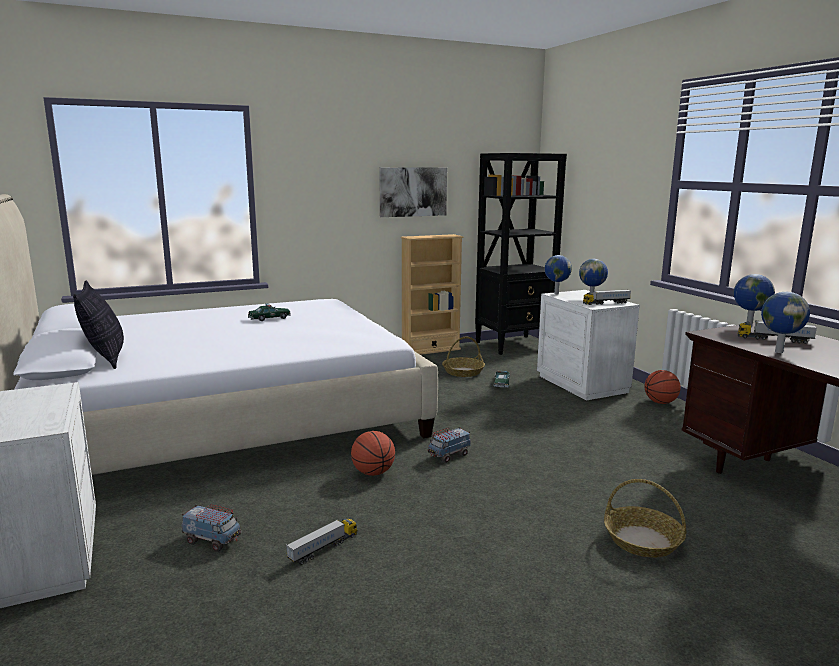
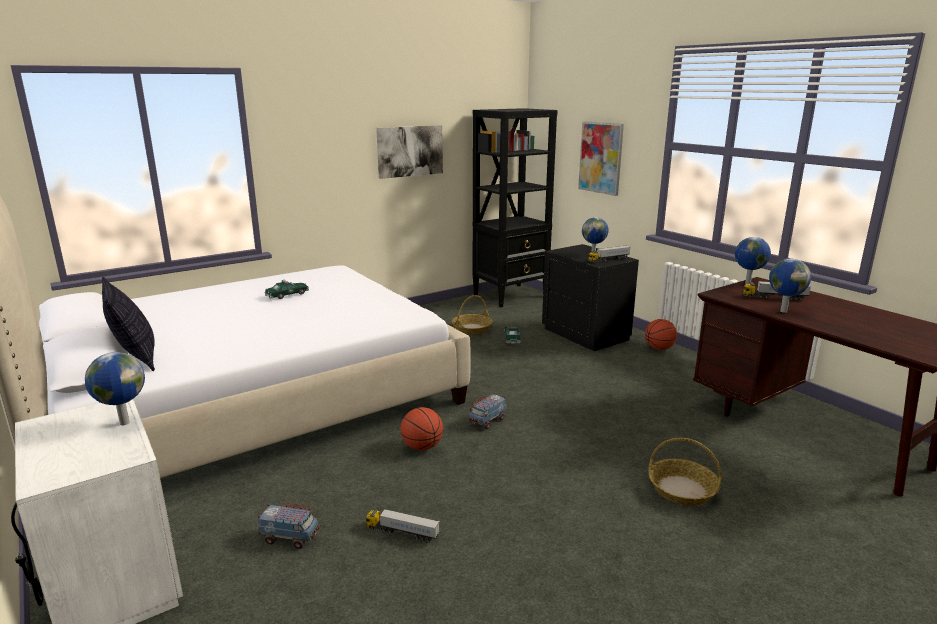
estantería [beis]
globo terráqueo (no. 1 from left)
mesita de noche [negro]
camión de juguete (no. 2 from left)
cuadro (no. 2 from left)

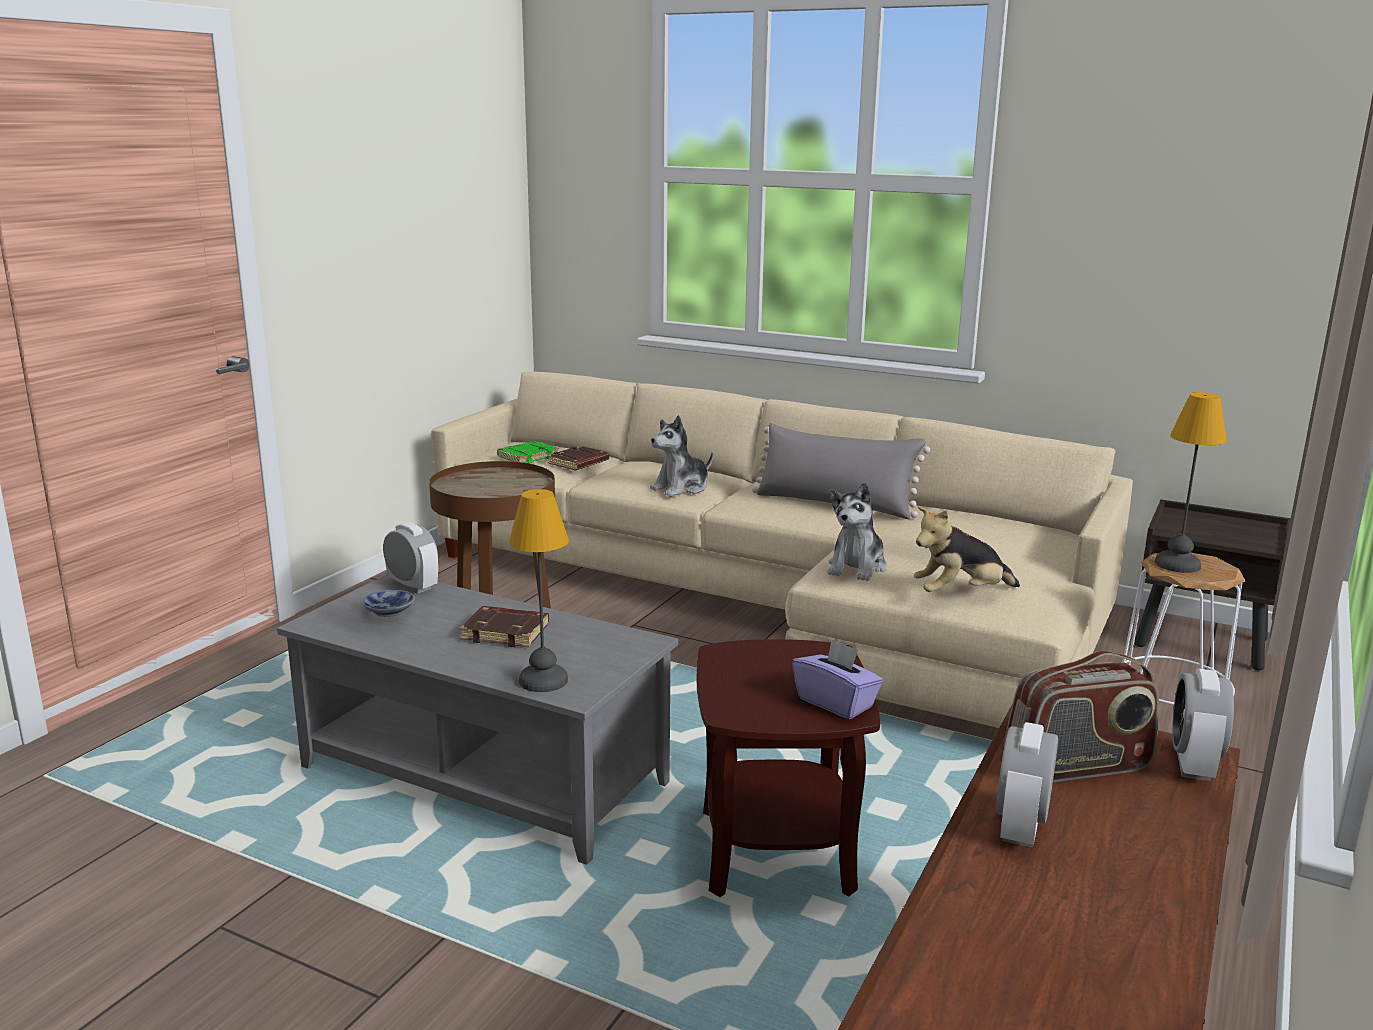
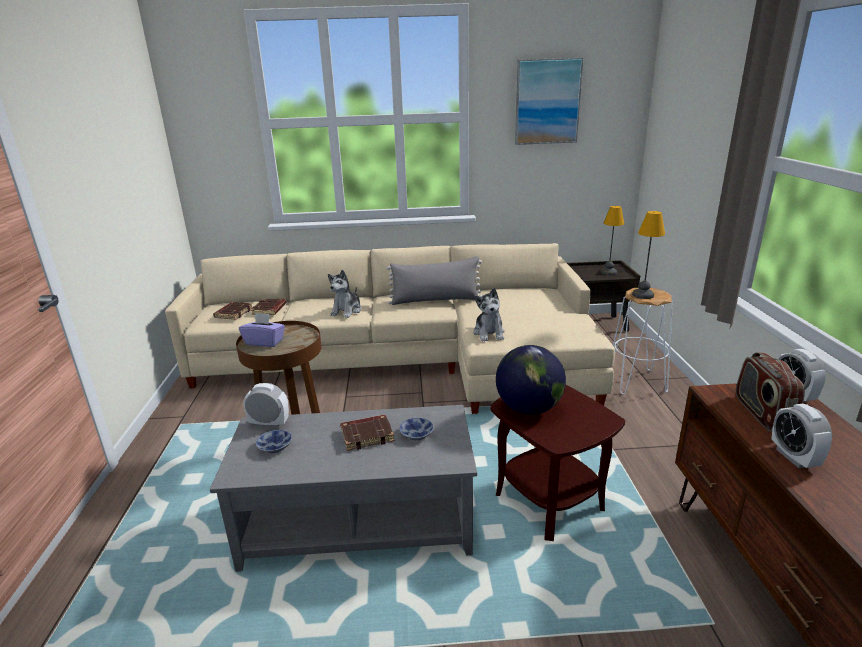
libro [marrón] (no. 1 from left)
lámpara de mesa (no. 1 from left)
peluche (no. 3 from left in the first image)
caja de pañuelos [morado]
radio
cuadro
globo terráqueo
cuenco (no. 2 from left)

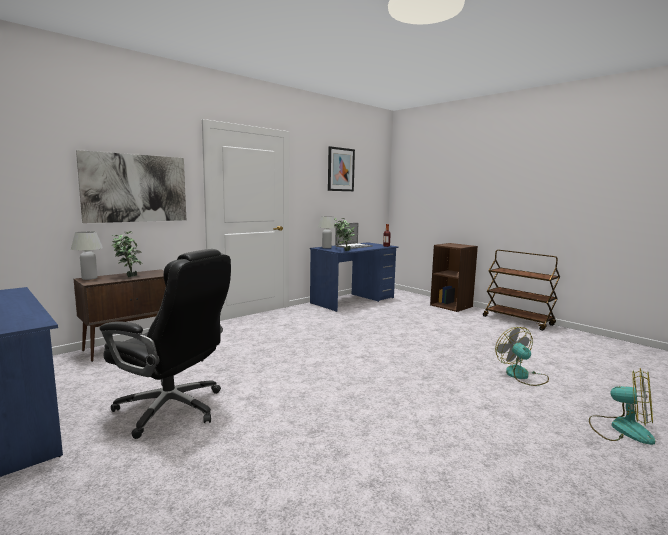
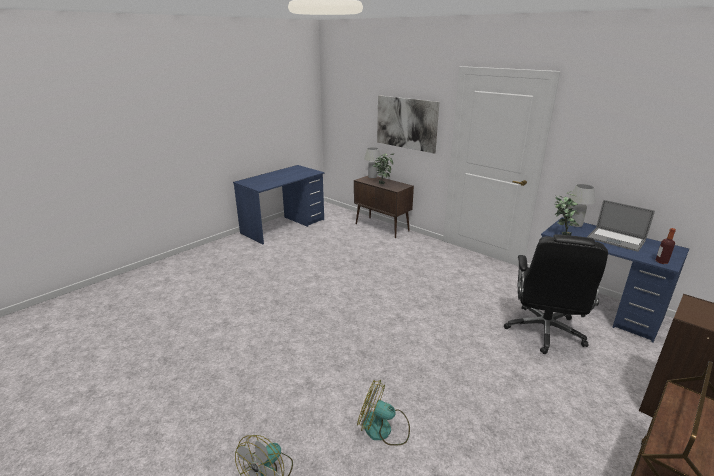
cuadro (no. 2 from left in the first image)
silla de oficina [negro]
ventilador (no. 2 from left)

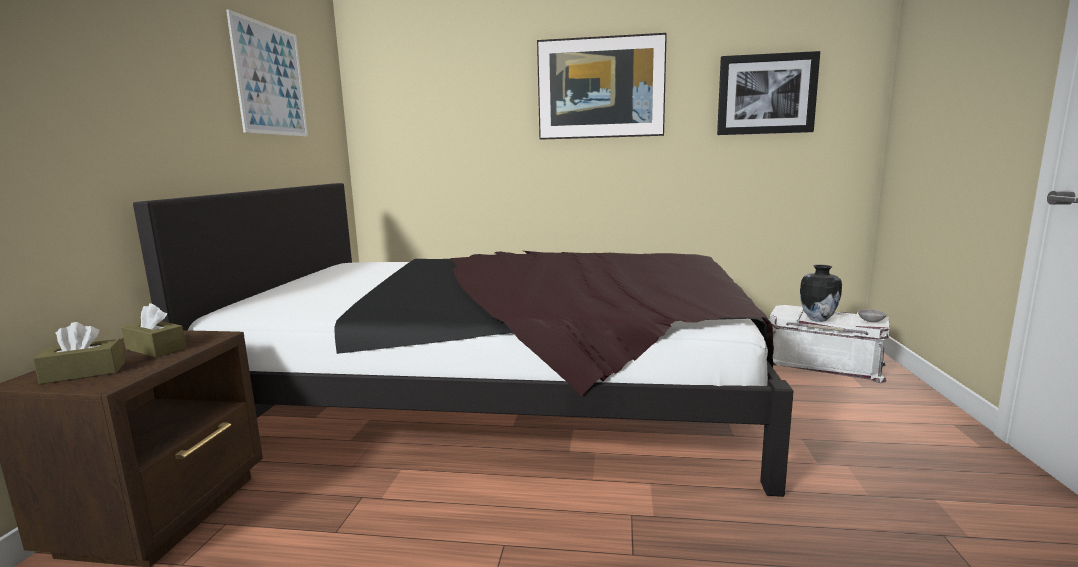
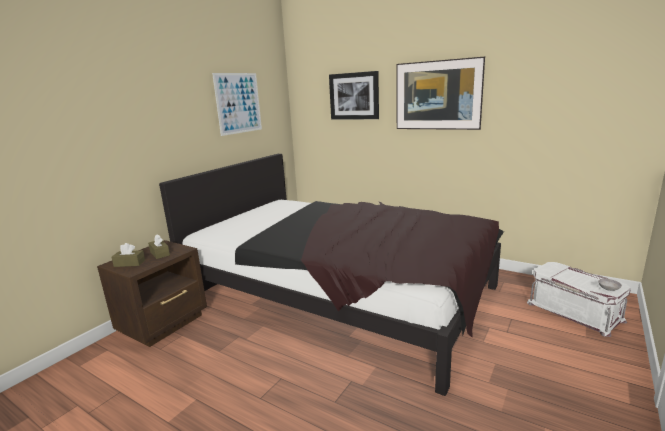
cuadro (no. 2 from left)
florero

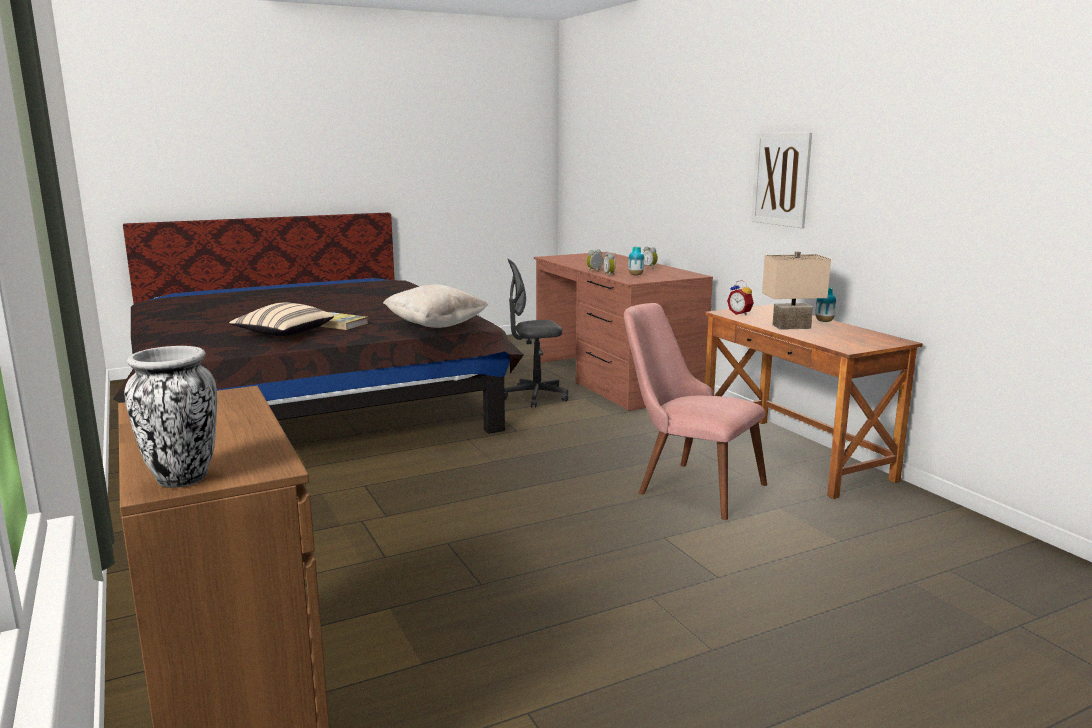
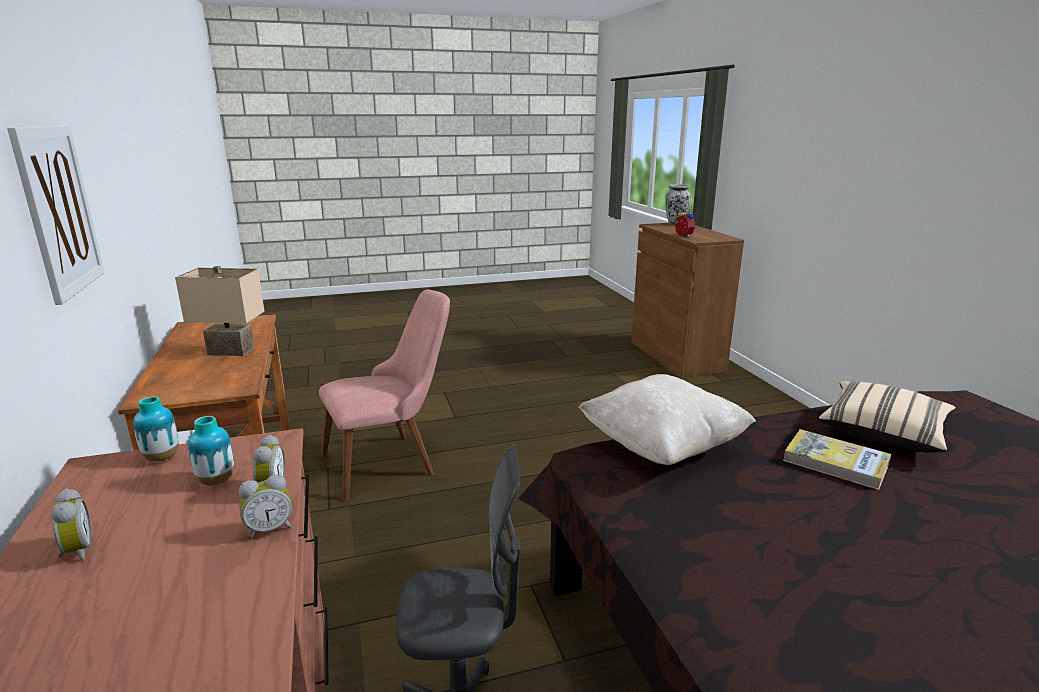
despertador (no. 4 from left)
florero (no. 1 from left)
silla [rosa]

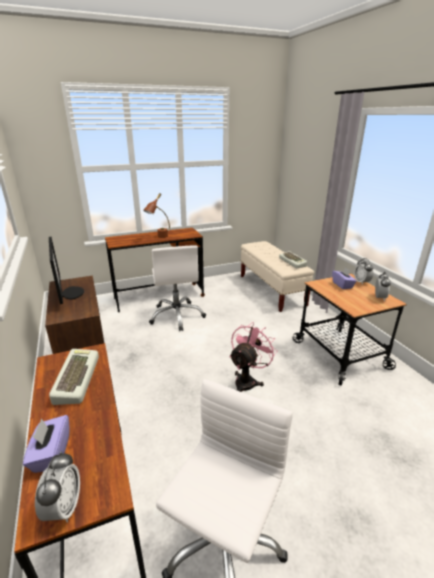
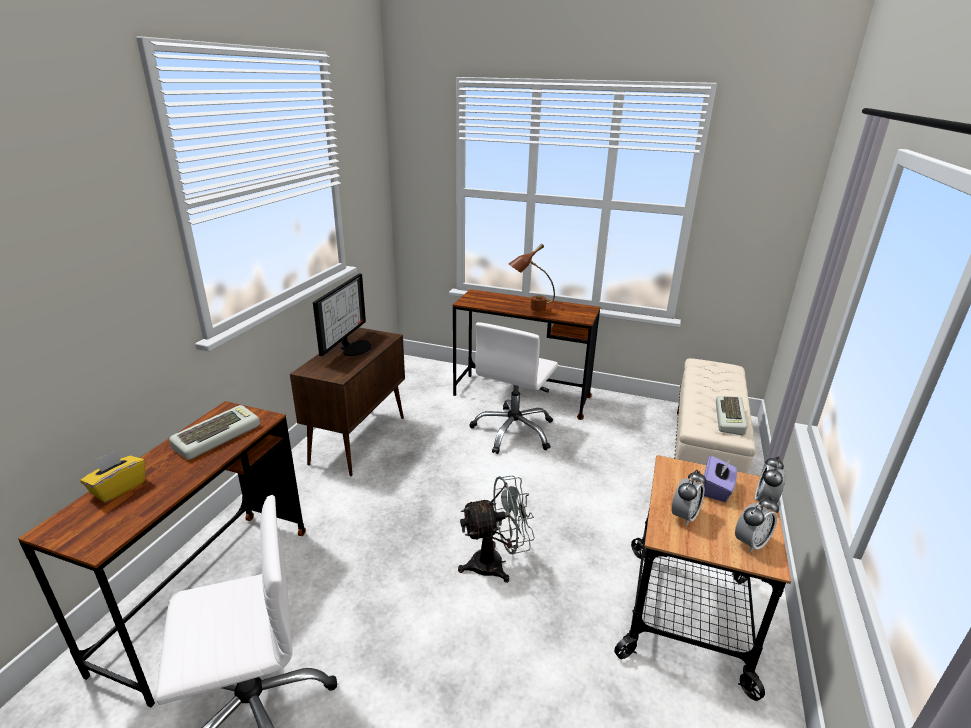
ventilador [gris]
caja de pañuelos [amarillo]
despertador (no. 1 from left)

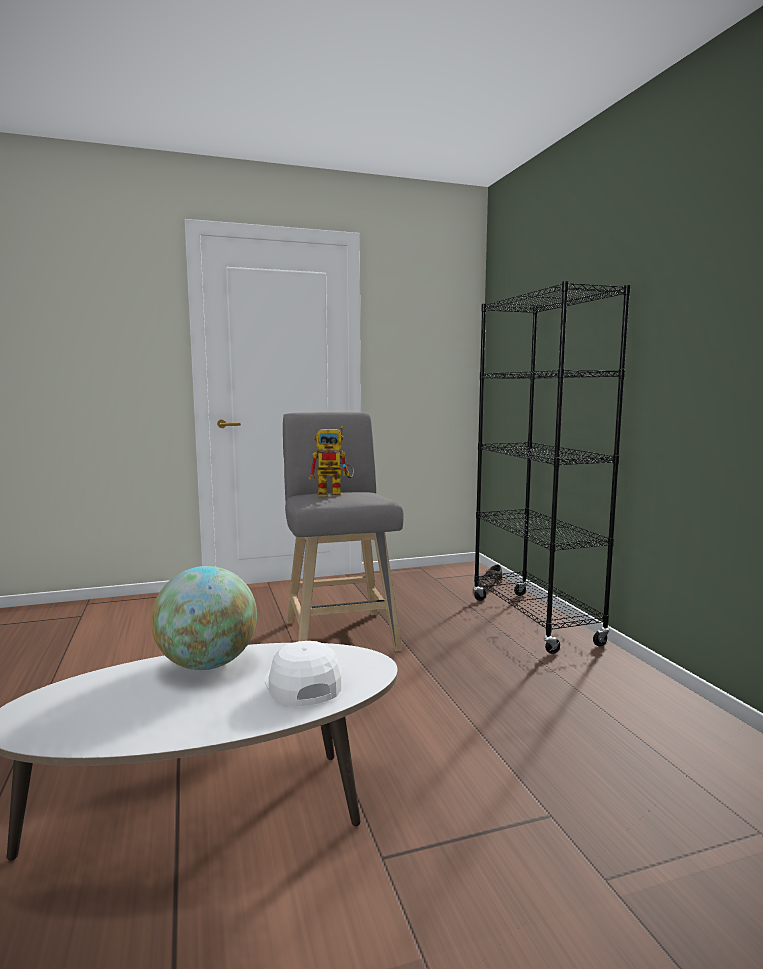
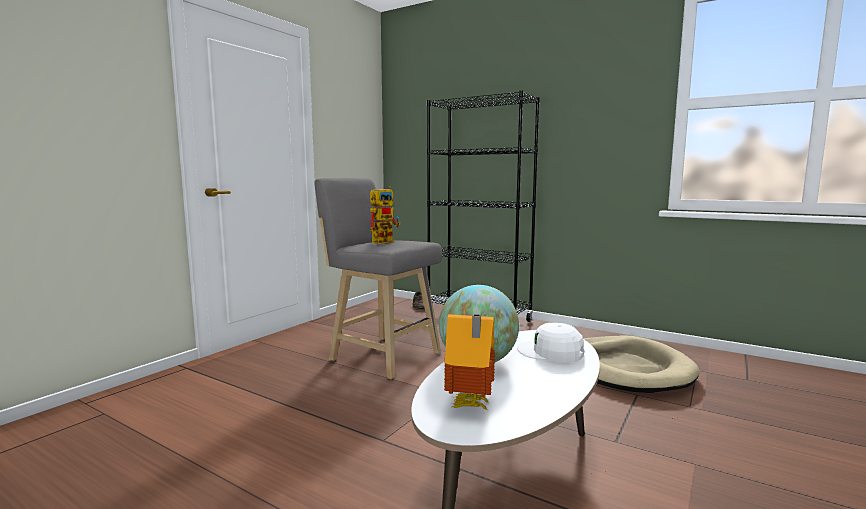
casita
cama para perro [beis]

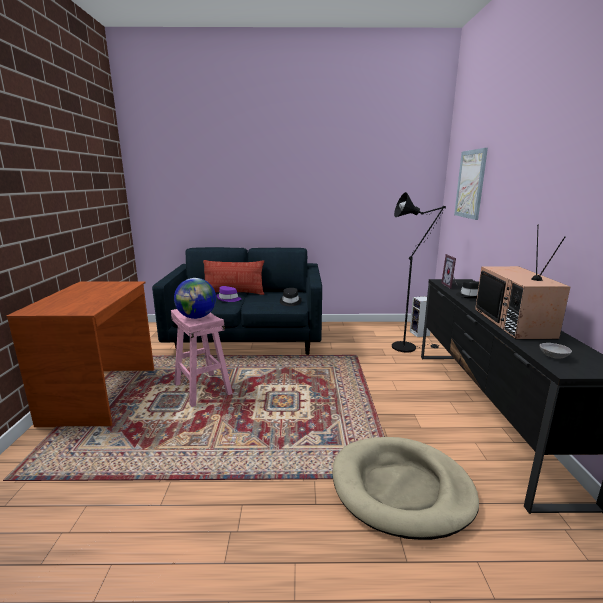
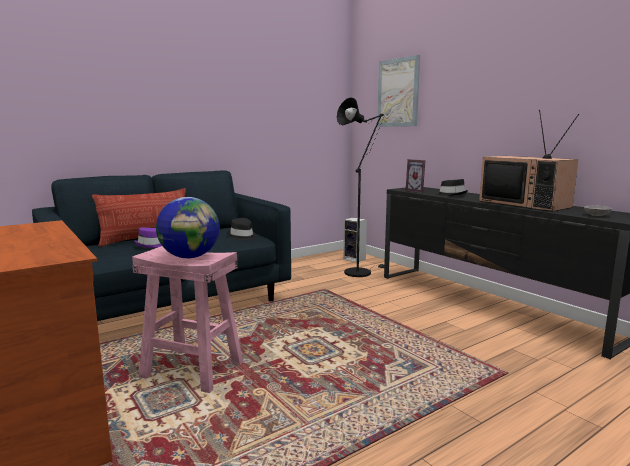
cama para perro [beis]

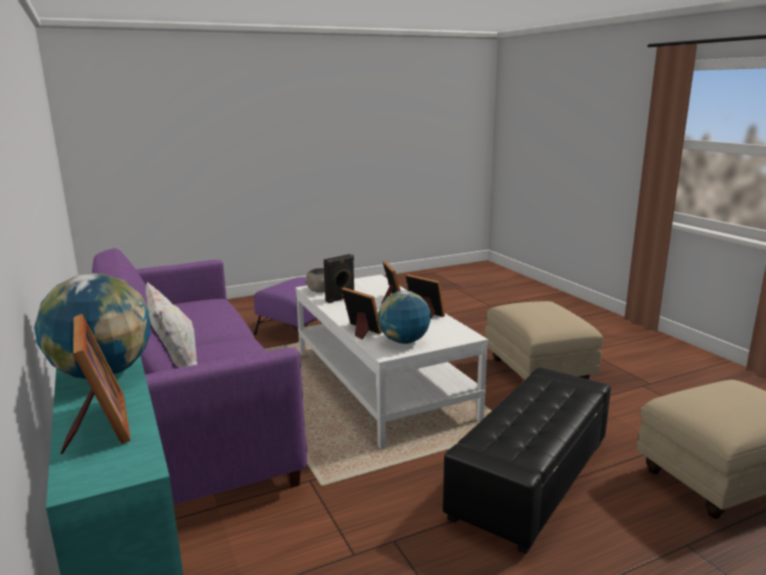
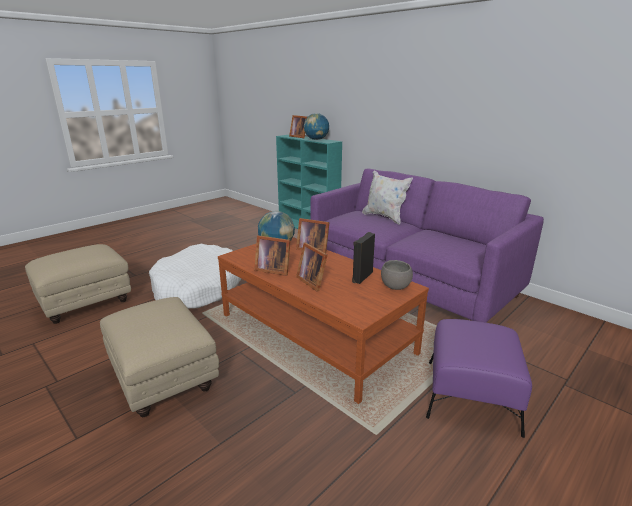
mesa de centro [marrón]
cama para perro [blanco]

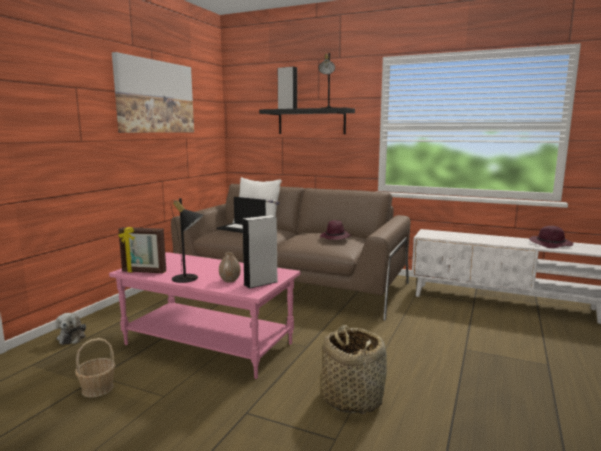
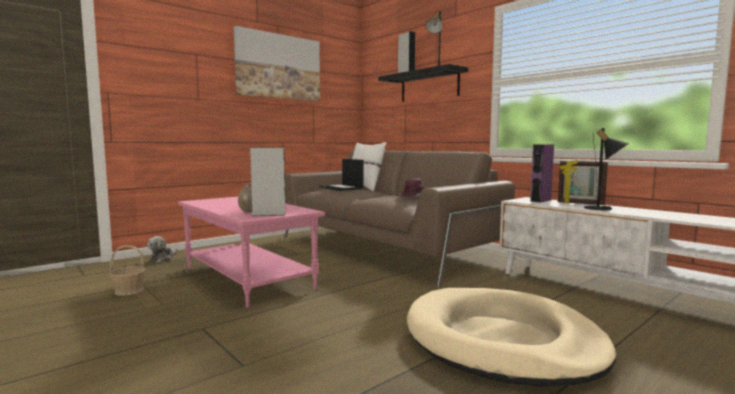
lámpara de mesa [negro] (no. 2 from left)
sombrero [morado] (no. 2 from left in the first image)
portarretratos
cesta (no. 2 from left in the first image)
altavoz [morado]
cama para perro [beis]

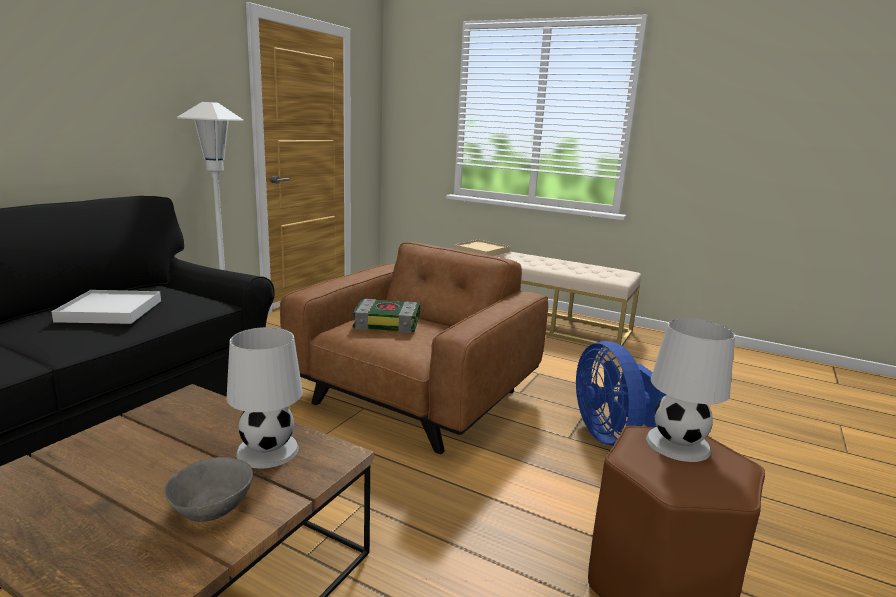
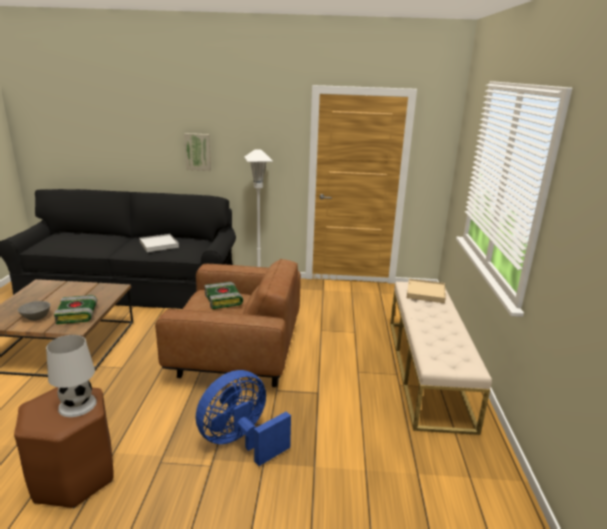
libro (no. 1 from left)
cuadro

